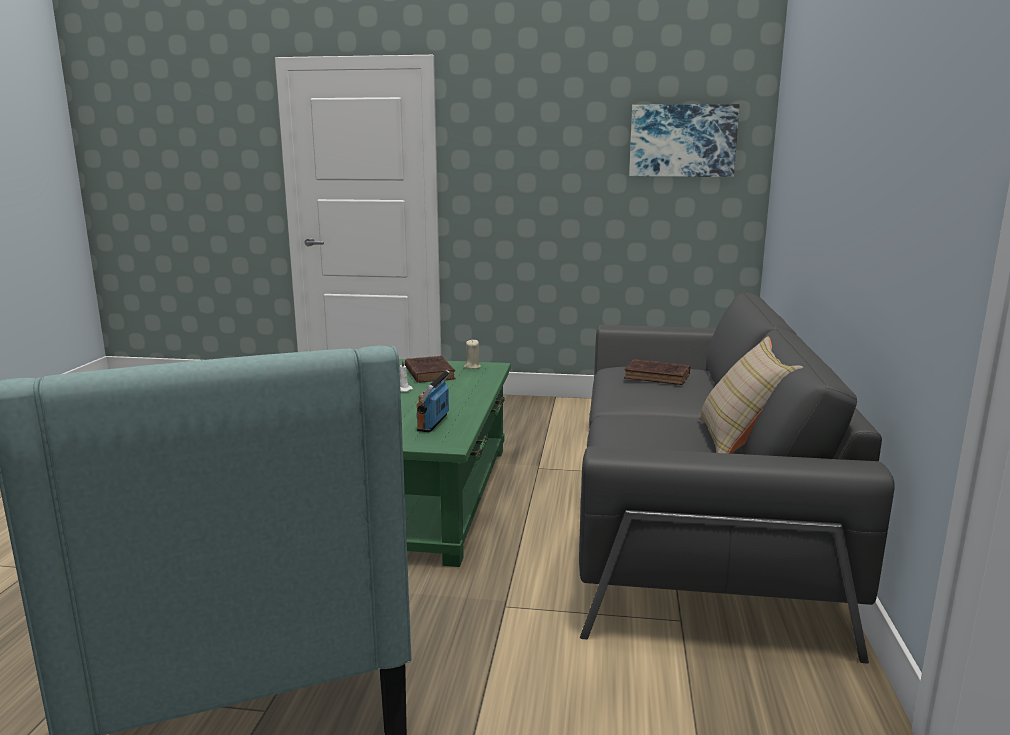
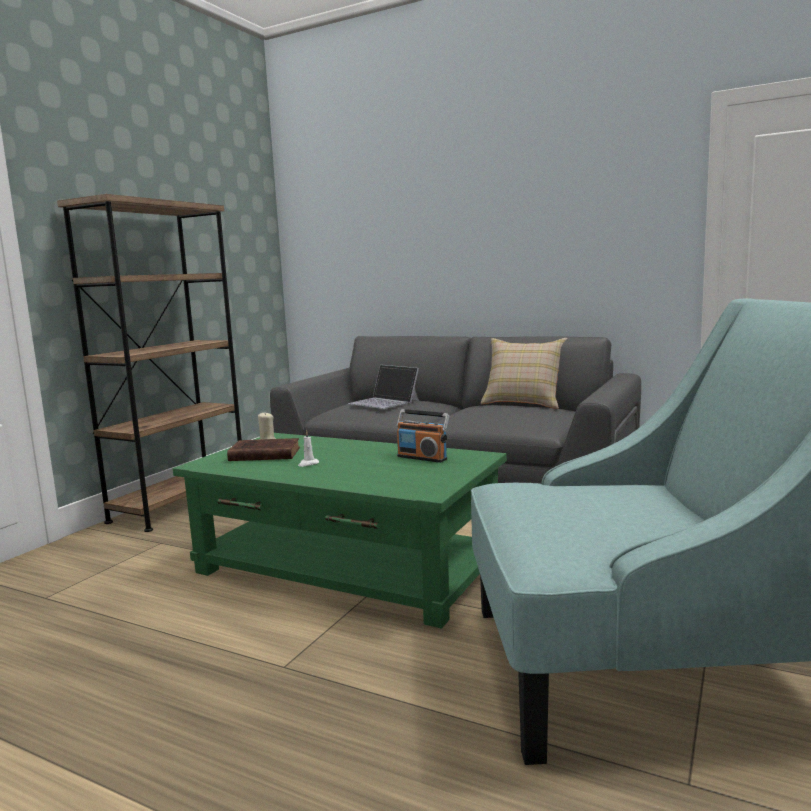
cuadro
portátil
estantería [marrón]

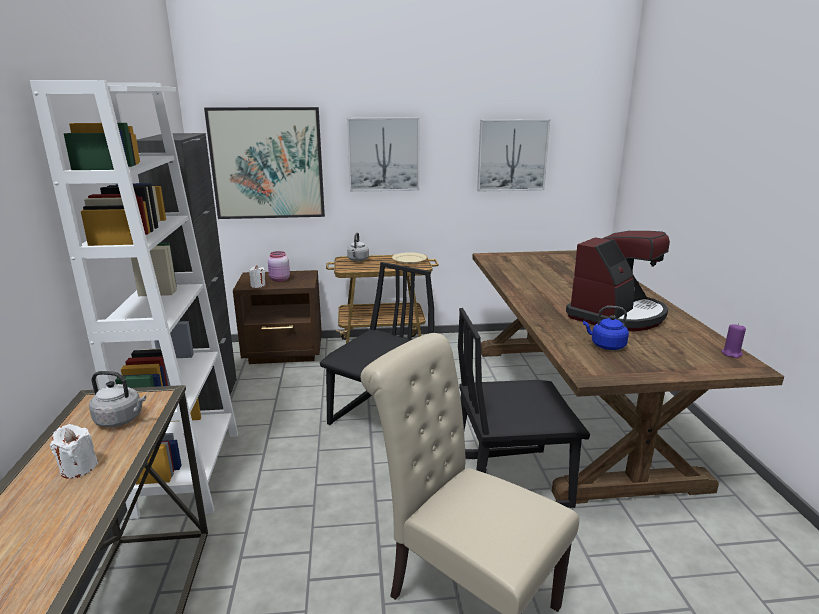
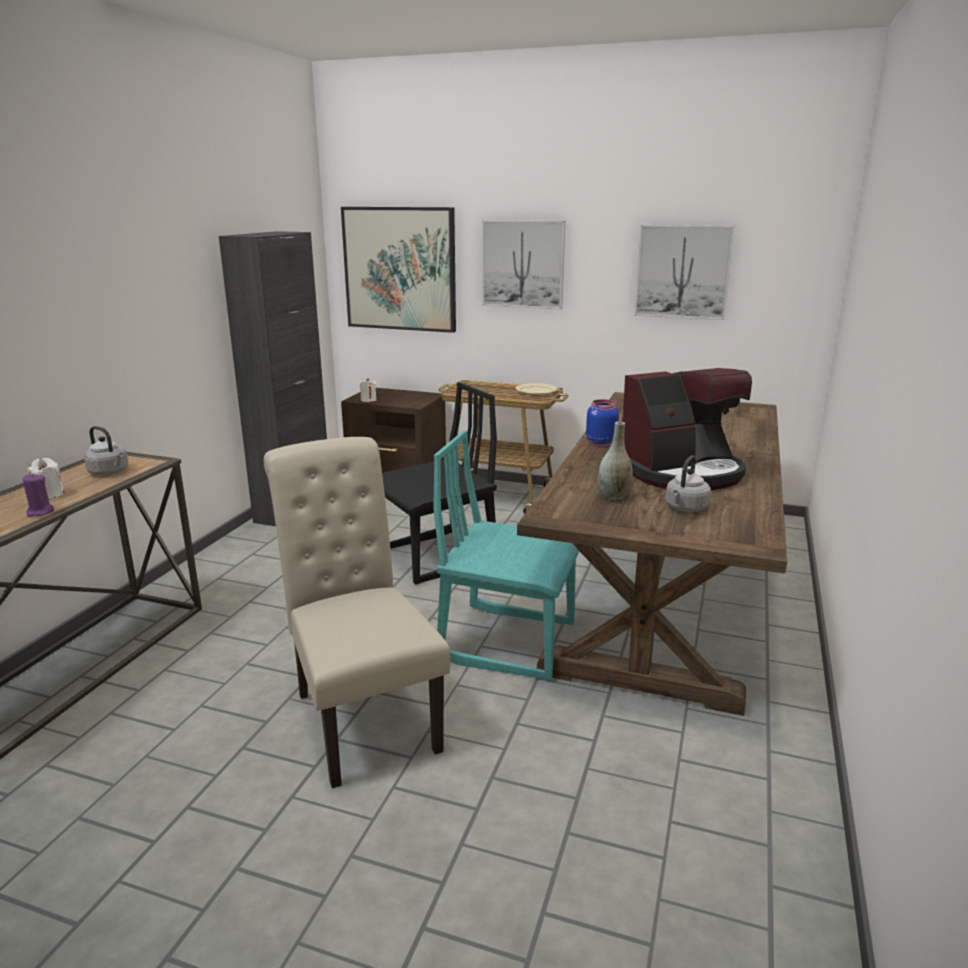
estantería [blanco]
hervidor [gris] (no. 2 from left)
tarro [rosa]
florero [gris]
silla [turquesa]
vela [morado]
tarro [azul]

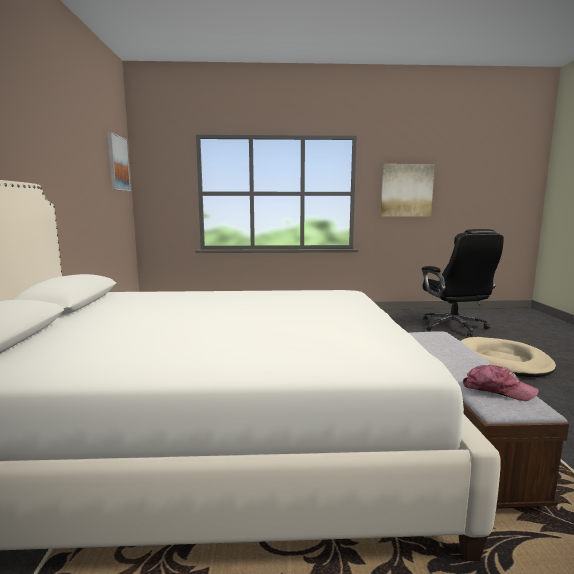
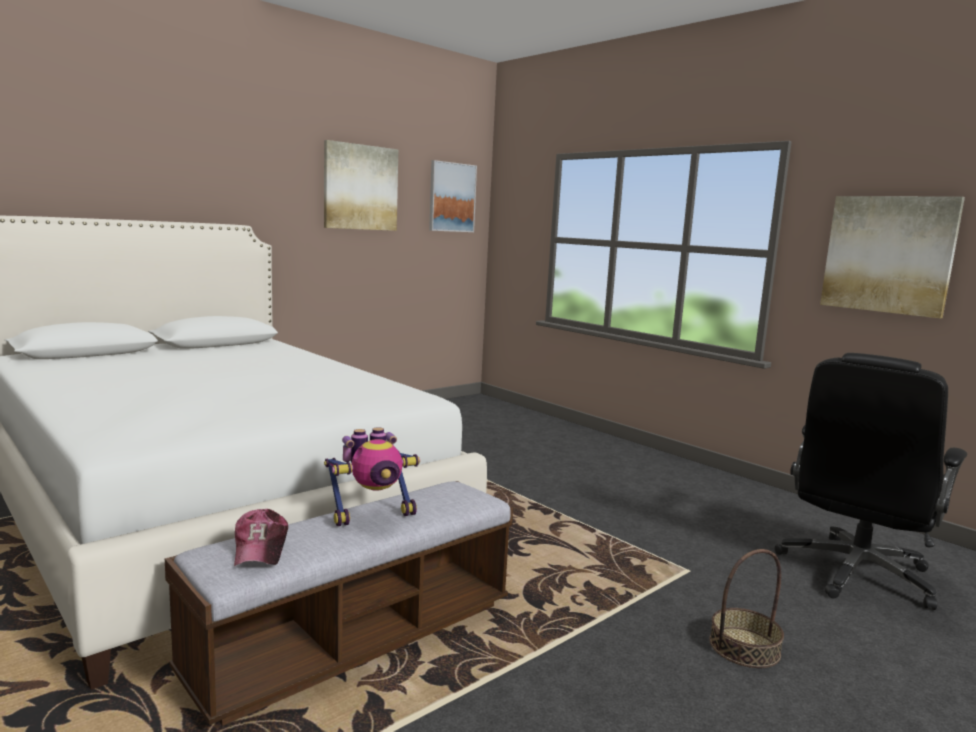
cesta
cuadro (no. 1 from left)
robot de juguete

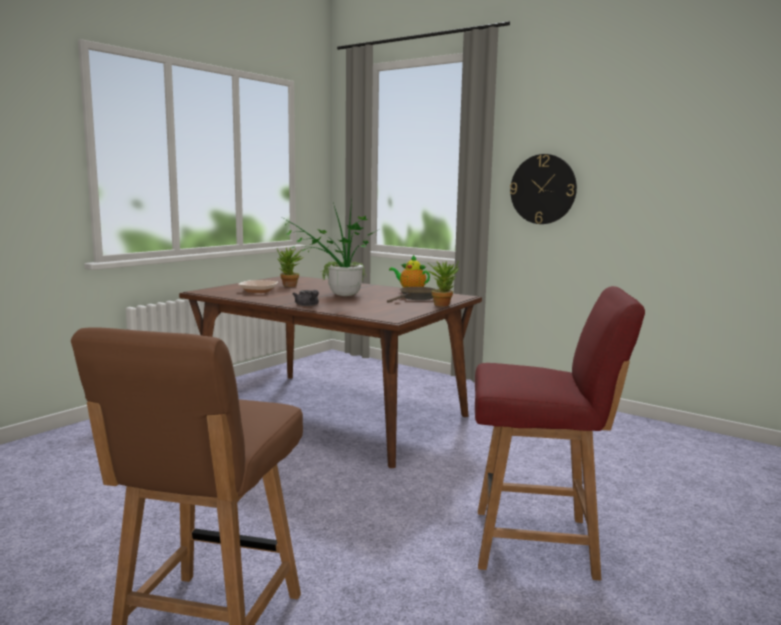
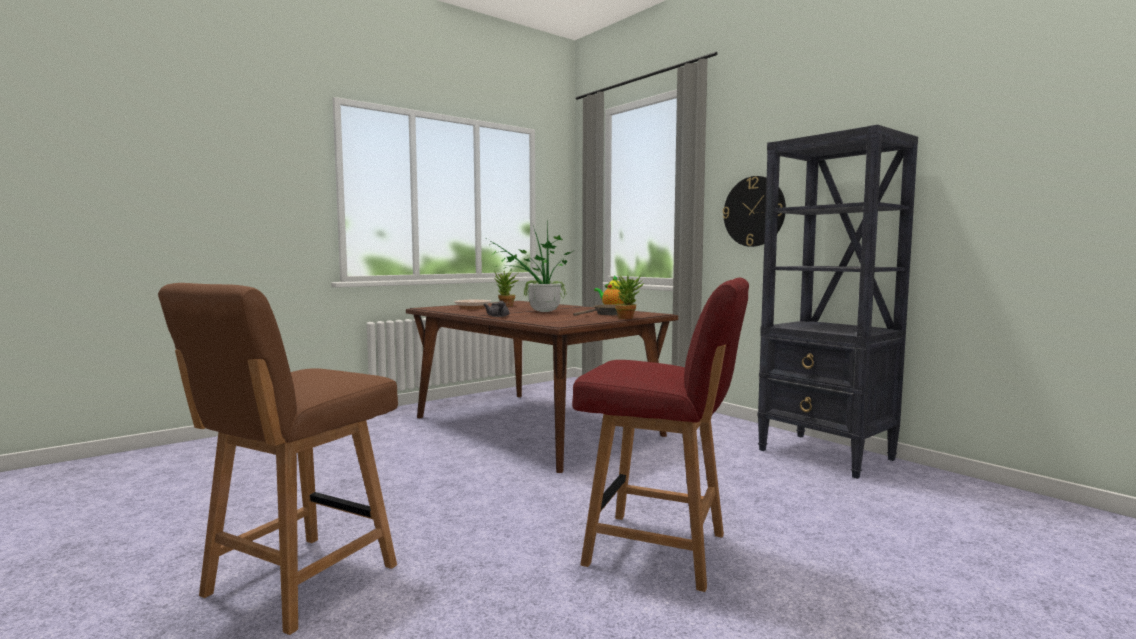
estantería [negro]

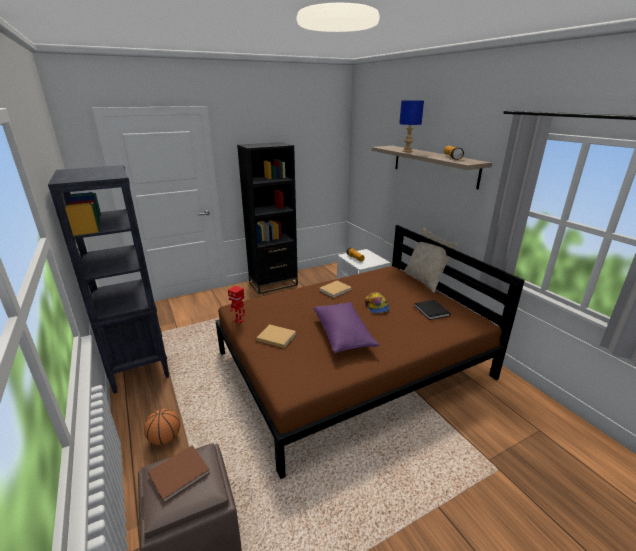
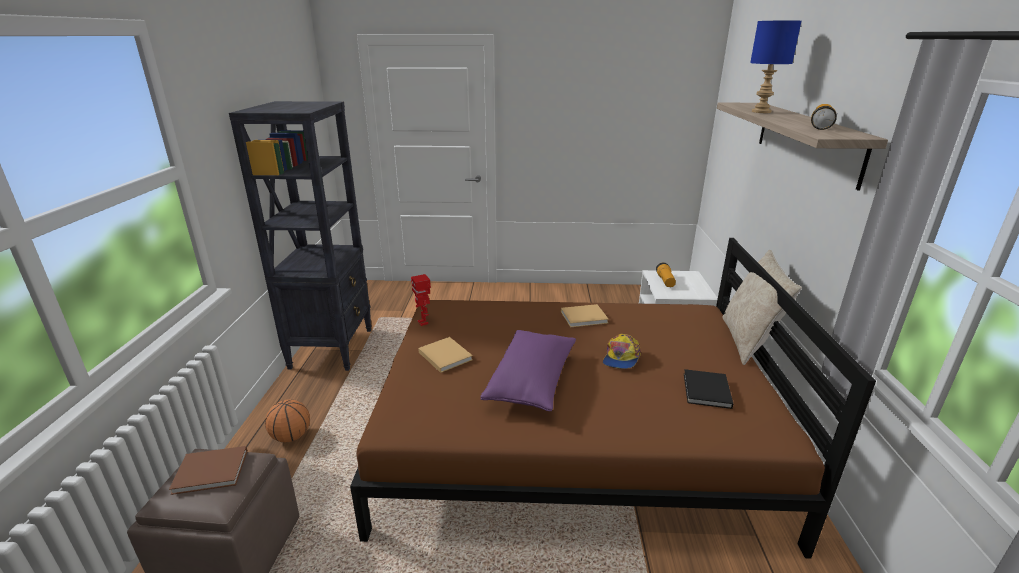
estantería [negro] (no. 2 from left in the first image)

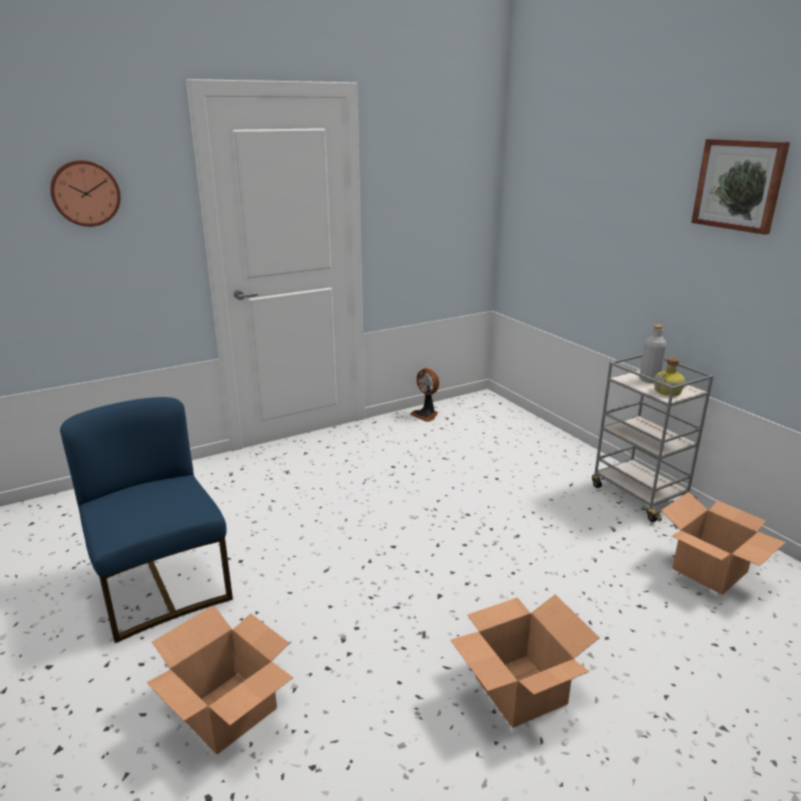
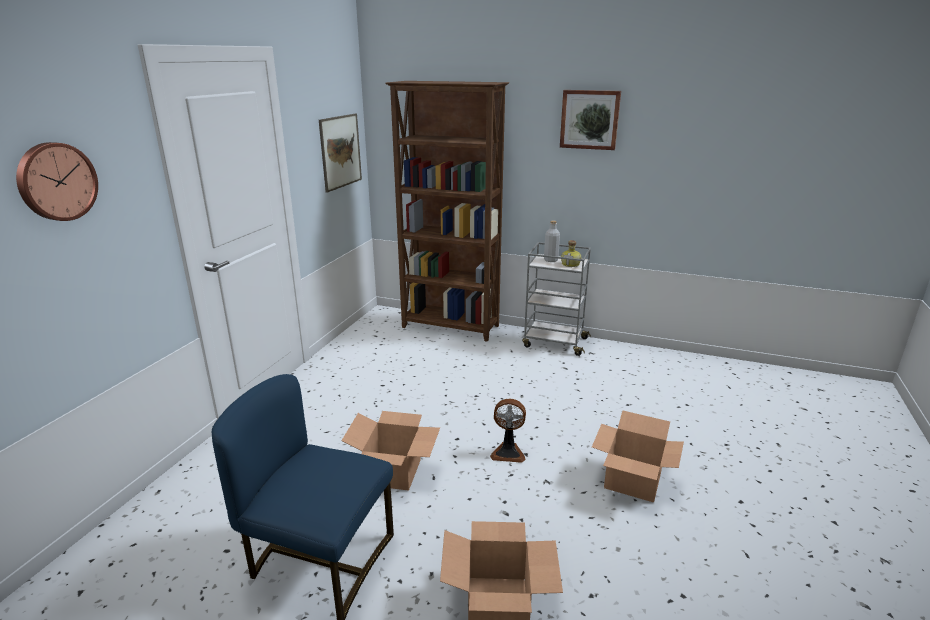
ventilador
caja de cartón (no. 1 from left)
estantería [marrón]
cuadro (no. 1 from left)

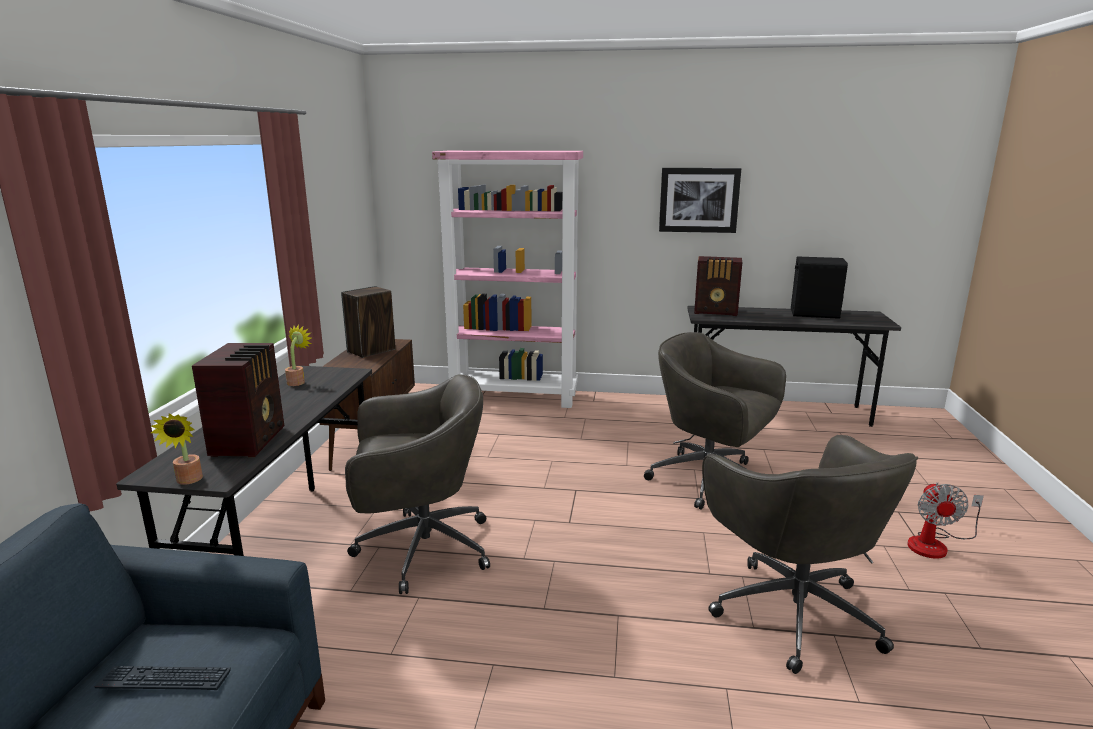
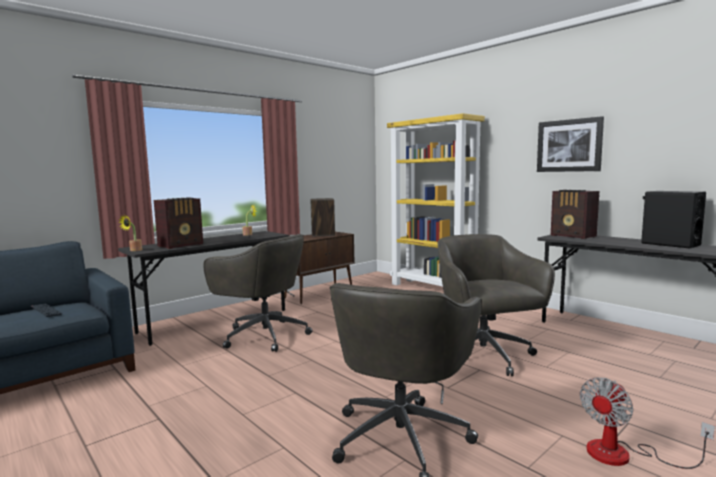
estantería [amarillo]

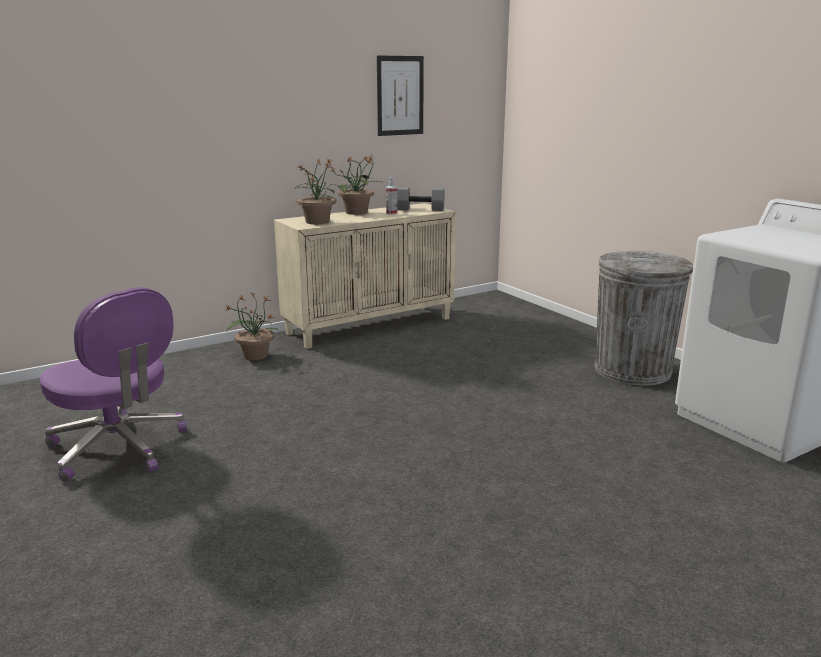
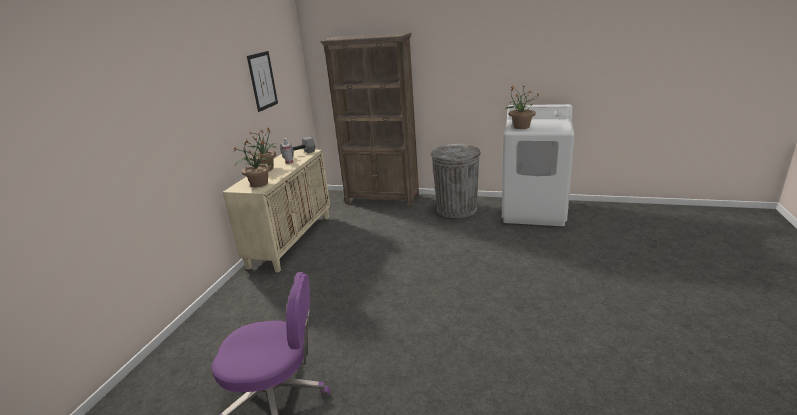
planta en maceta (no. 3 from left)
estantería [marrón]

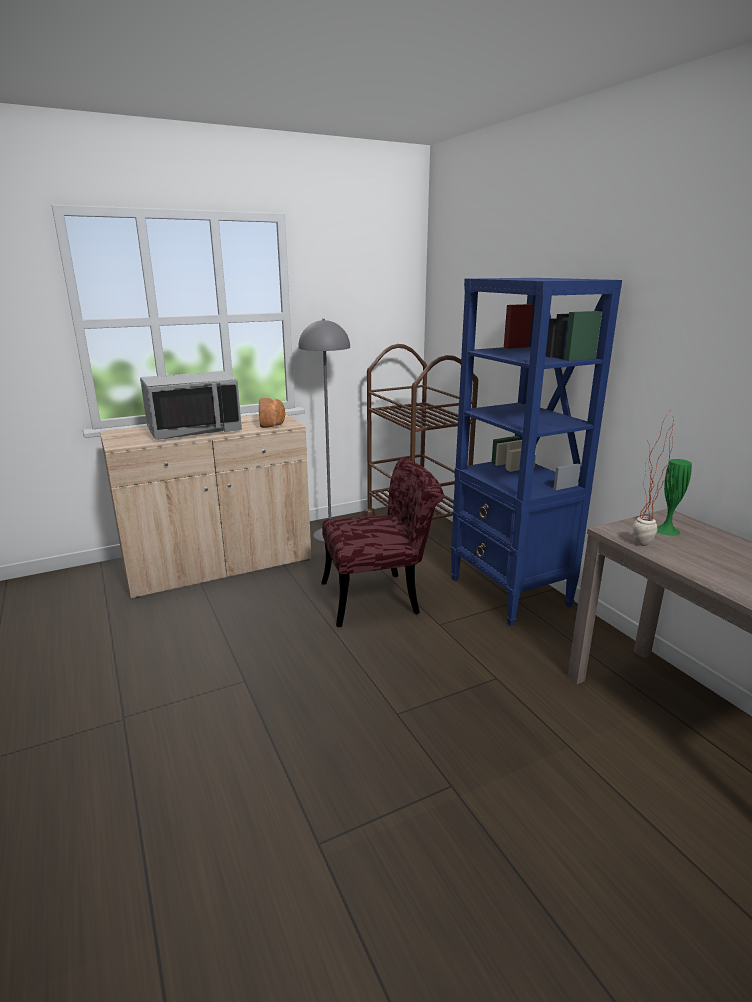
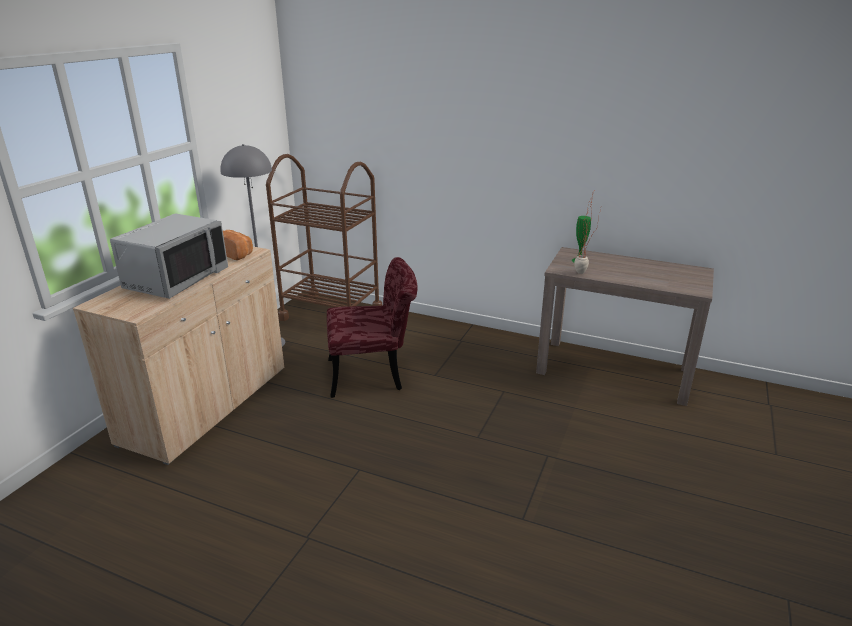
estantería [azul]
silla [rojo]

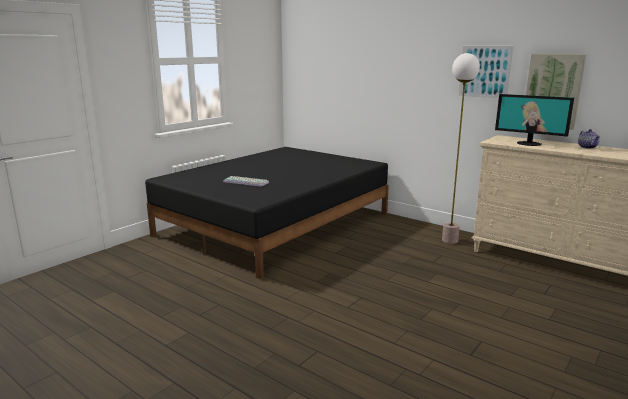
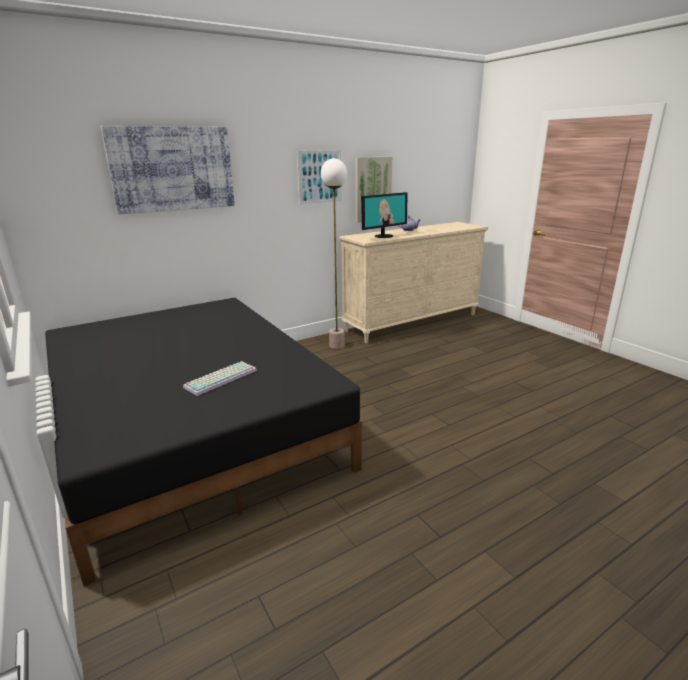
cuadro (no. 1 from left)

